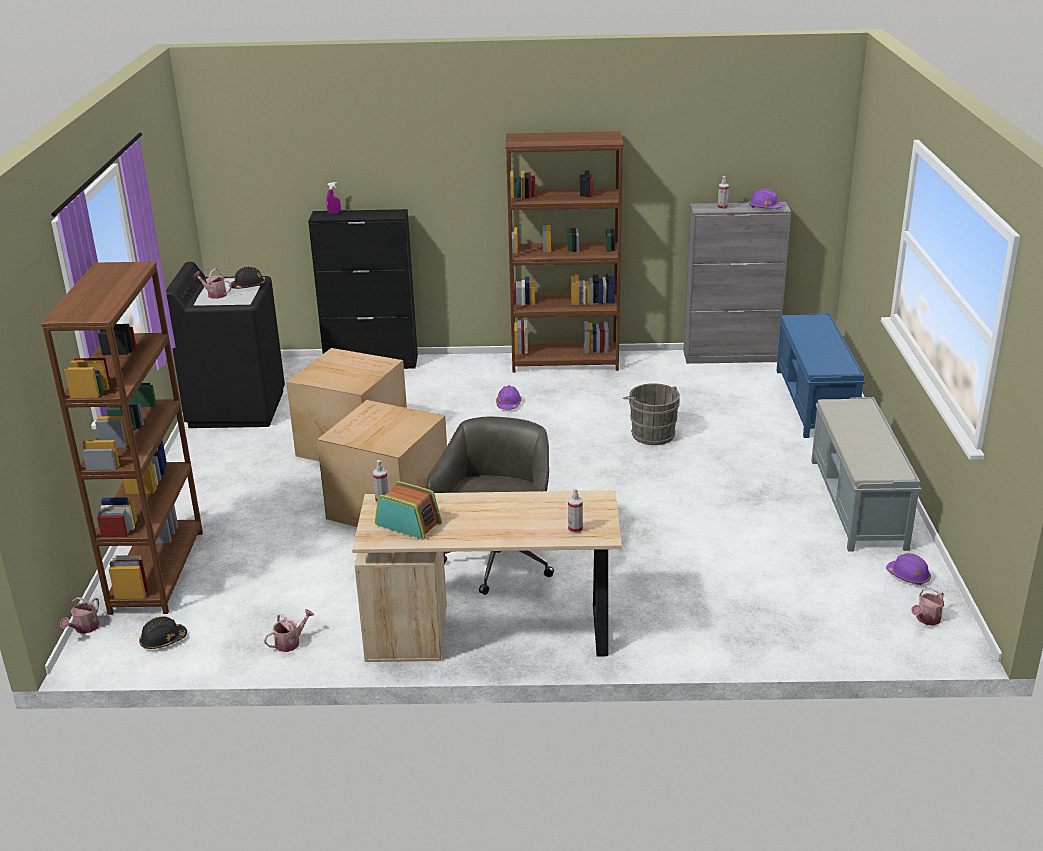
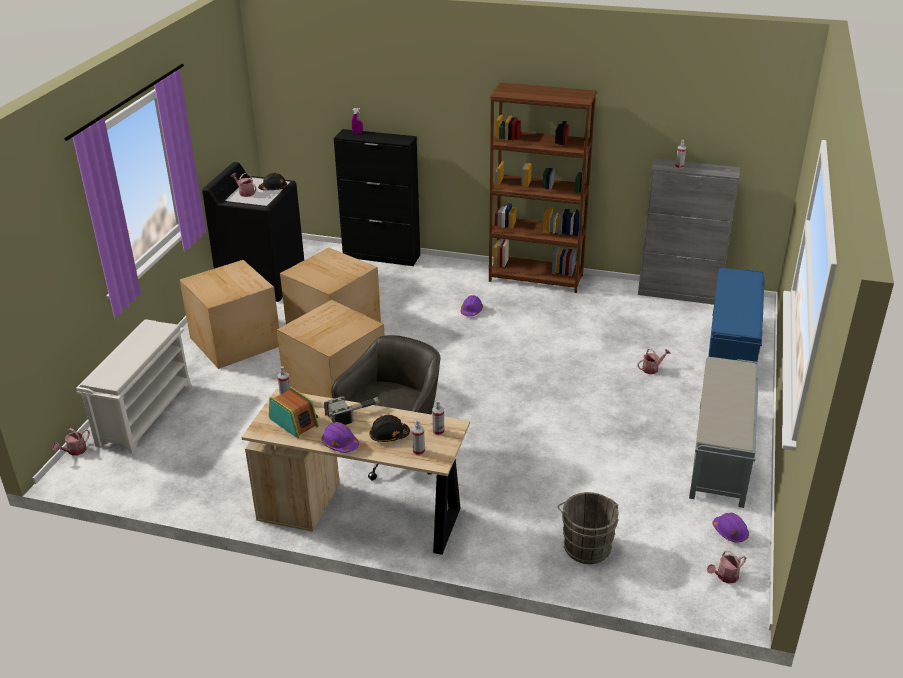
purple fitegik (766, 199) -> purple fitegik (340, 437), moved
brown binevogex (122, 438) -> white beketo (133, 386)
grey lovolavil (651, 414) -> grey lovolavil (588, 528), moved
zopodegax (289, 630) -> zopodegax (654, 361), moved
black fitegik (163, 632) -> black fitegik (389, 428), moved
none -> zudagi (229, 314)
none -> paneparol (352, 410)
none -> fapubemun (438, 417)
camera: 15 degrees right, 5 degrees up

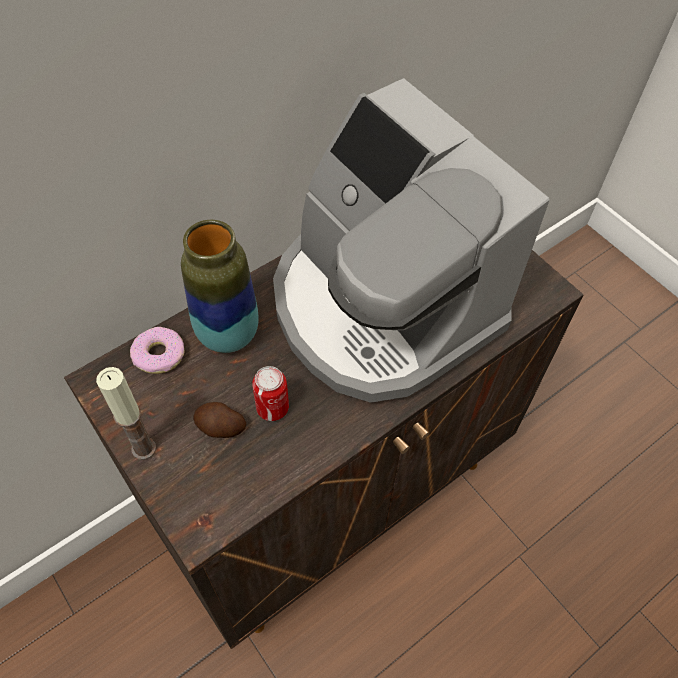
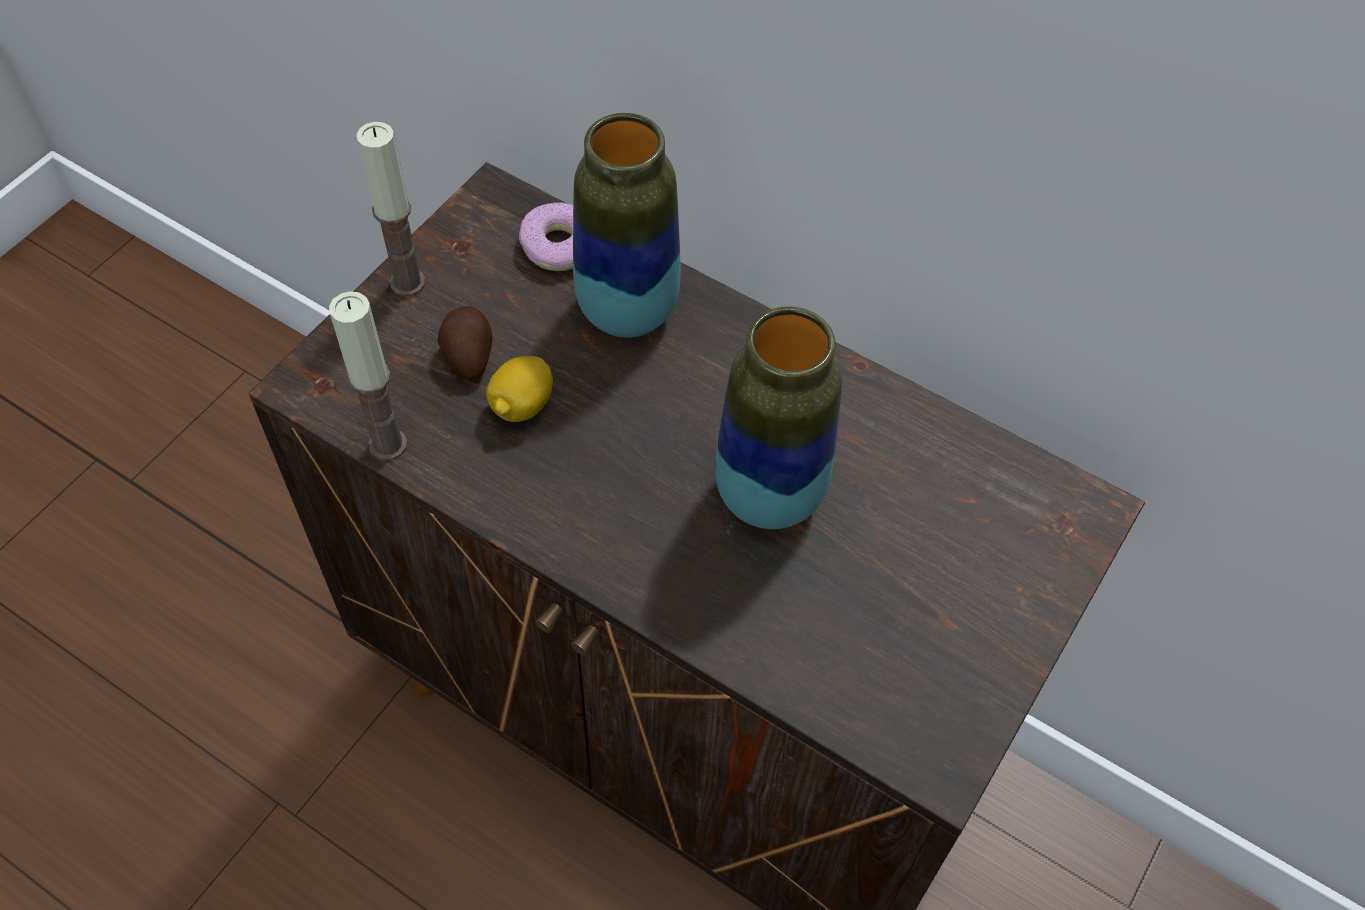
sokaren (411, 240) -> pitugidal (778, 417)
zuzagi (270, 393) -> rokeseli (519, 389)
none -> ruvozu (368, 376)
camera: 70 degrees right, 0 degrees up

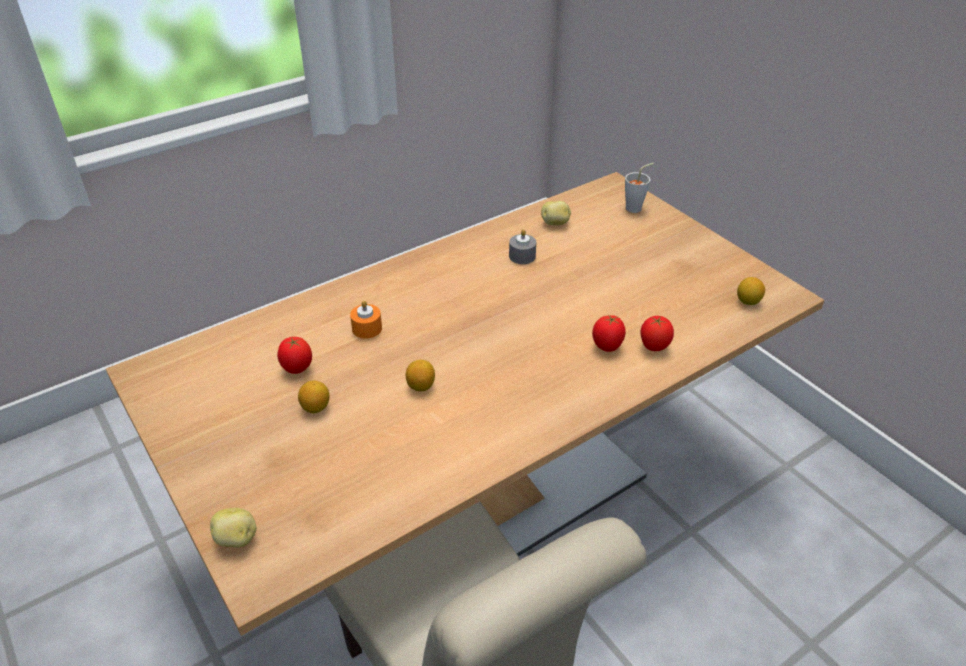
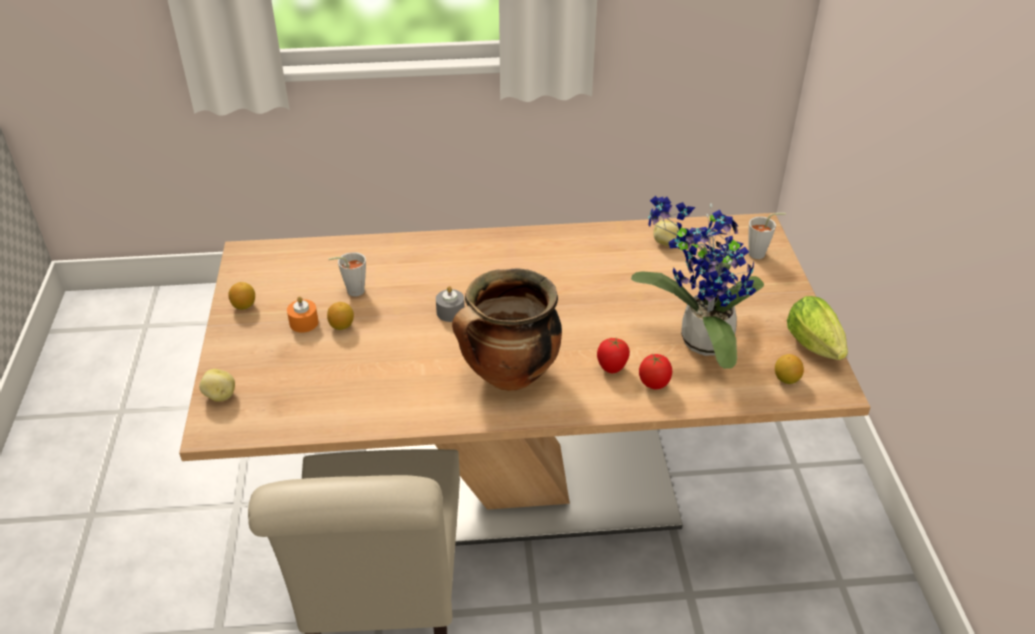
grey ruvozu (522, 246) -> grey ruvozu (450, 304), moved
orange ruvozu (366, 319) -> orange ruvozu (302, 314), moved
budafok (294, 355) -> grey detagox (347, 274)
rokeseli (420, 376) -> rokeseli (241, 296), moved
none -> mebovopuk (697, 282)
none -> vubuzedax (507, 330)
none -> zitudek (817, 328)
camera: 30 degrees right, 0 degrees up

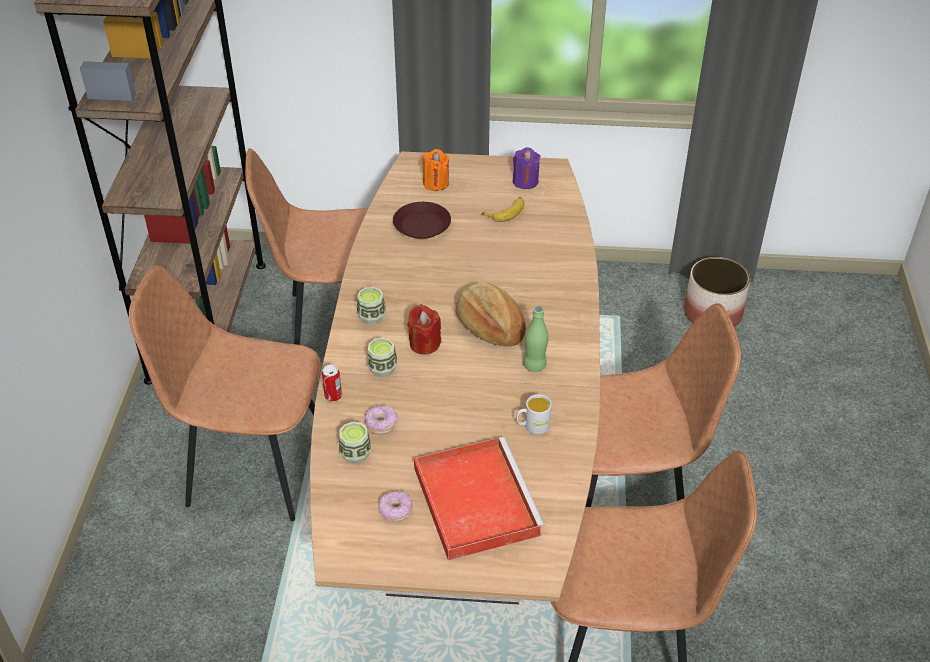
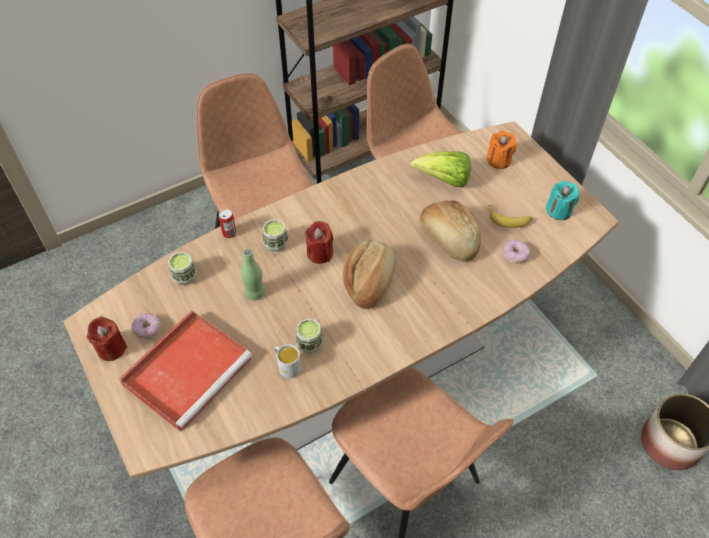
purple ruvozu (527, 168) -> turquoise ruvozu (562, 200)
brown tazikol (422, 220) -> zitudek (440, 169)
detagox (371, 306) -> detagox (309, 335), moved
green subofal (536, 339) -> green subofal (253, 274), moved
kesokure (381, 419) -> kesokure (517, 252), moved
none -> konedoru (450, 230)
none -> red ruvozu (106, 338)
camera: 55 degrees right, 10 degrees up

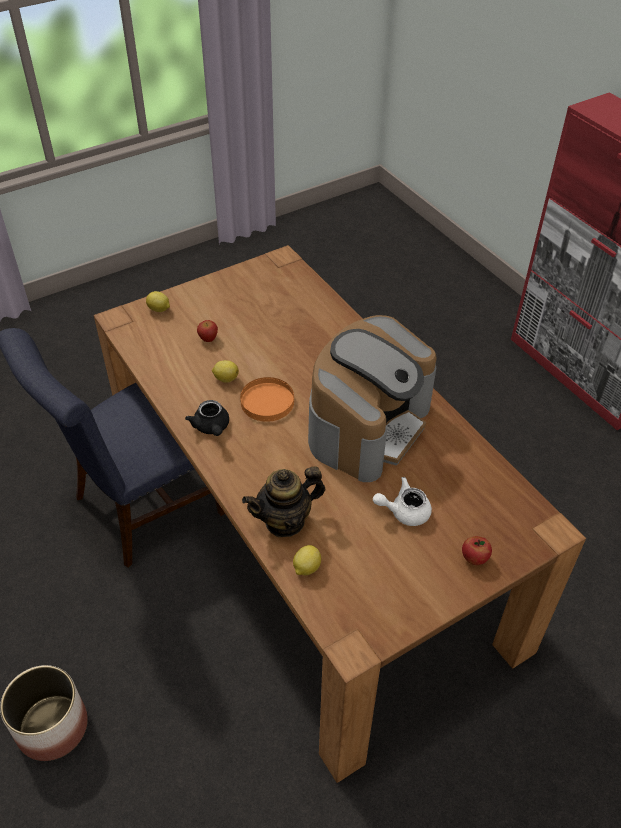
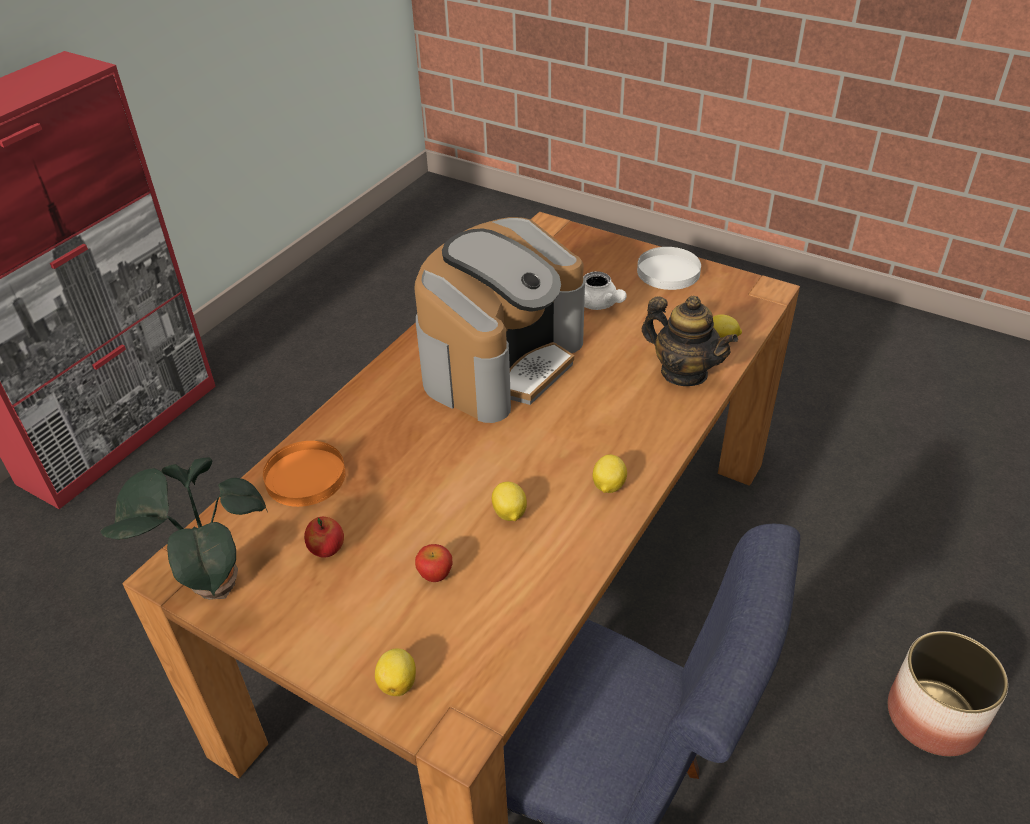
sokaren (372, 398) -> sokaren (499, 320), 120 degrees clockwise
orange tazikol (267, 399) -> orange tazikol (304, 474), moved
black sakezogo (207, 418) -> rokeseli (610, 473)
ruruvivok (477, 550) -> ruruvivok (324, 537), moved
none -> white tazikol (669, 268)
none -> mebovopuk (184, 529)
camera: 115 degrees left, 5 degrees down

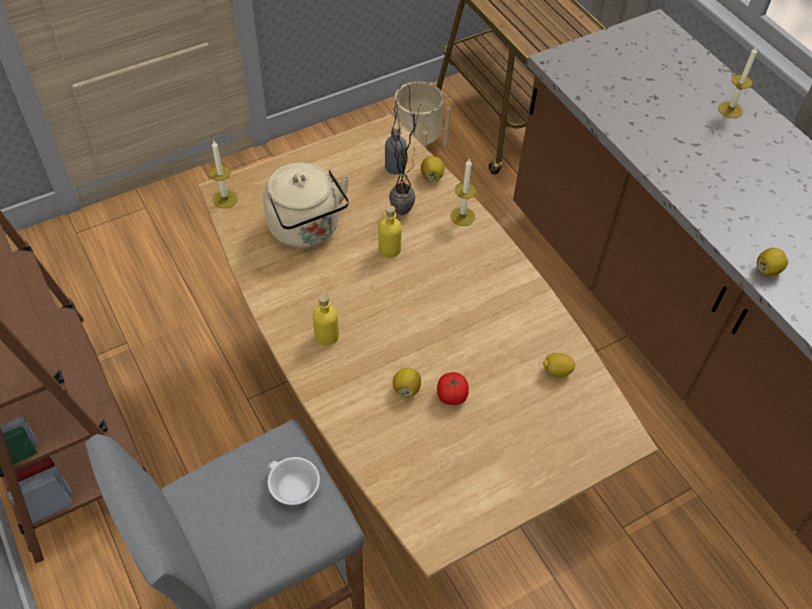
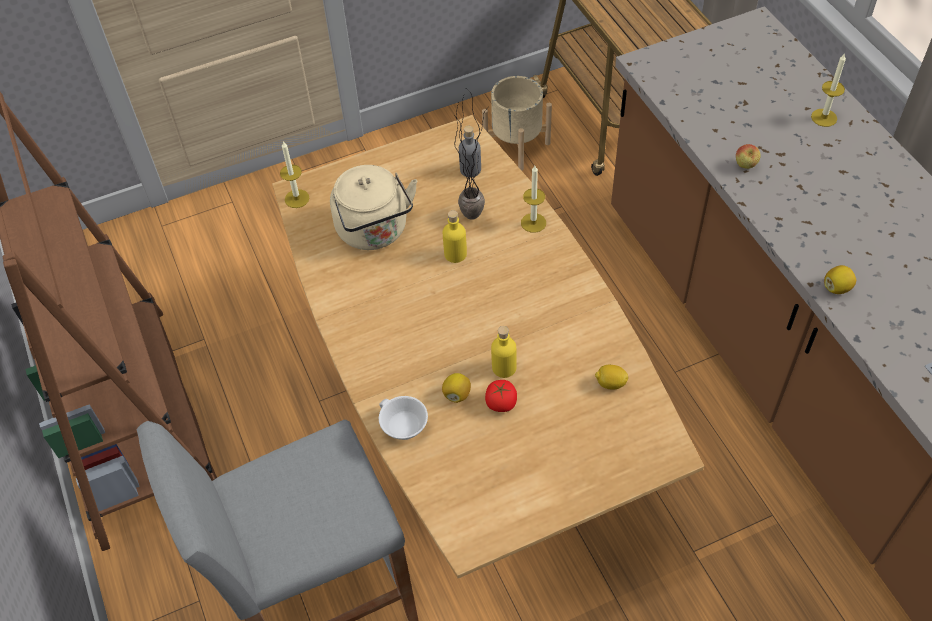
rokeseli (432, 168) -> none
yellow subofal (326, 319) -> yellow subofal (504, 352), moved
white detagox (293, 481) -> white detagox (403, 418), moved
none -> ruruvivok (748, 156)
camera: 10 degrees right, 0 degrees up

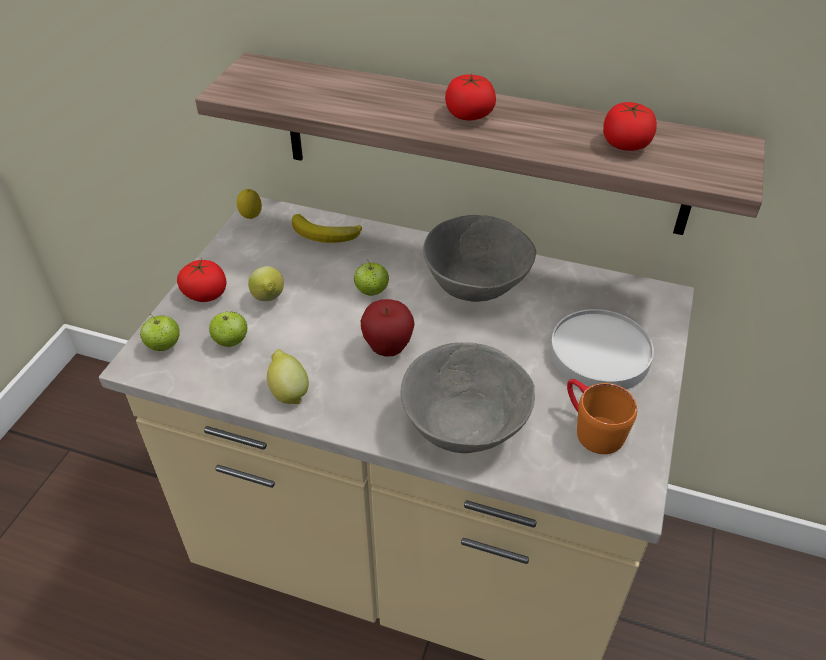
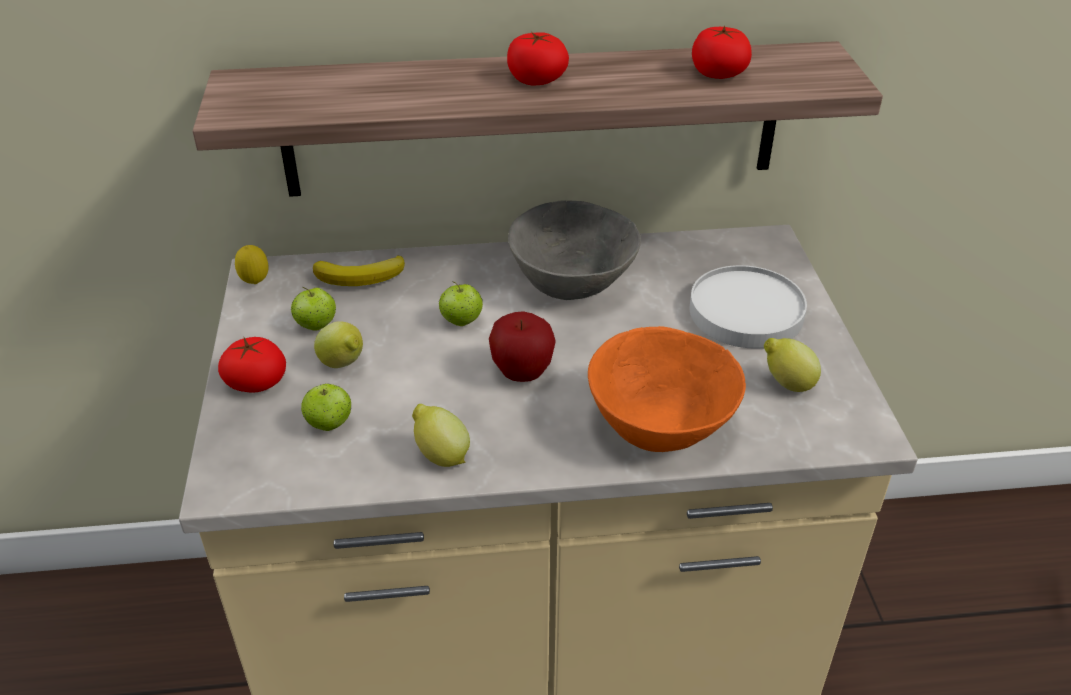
ruruvivok (160, 332) -> ruruvivok (313, 308), moved
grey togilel (467, 397) -> orange togilel (667, 389)
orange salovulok (602, 416) -> rokeseli (792, 365)
camera: 25 degrees left, 5 degrees down

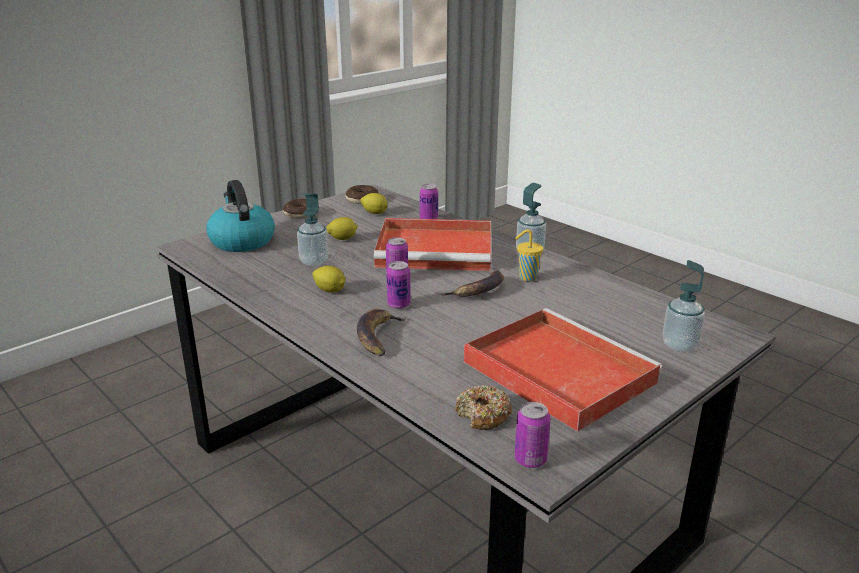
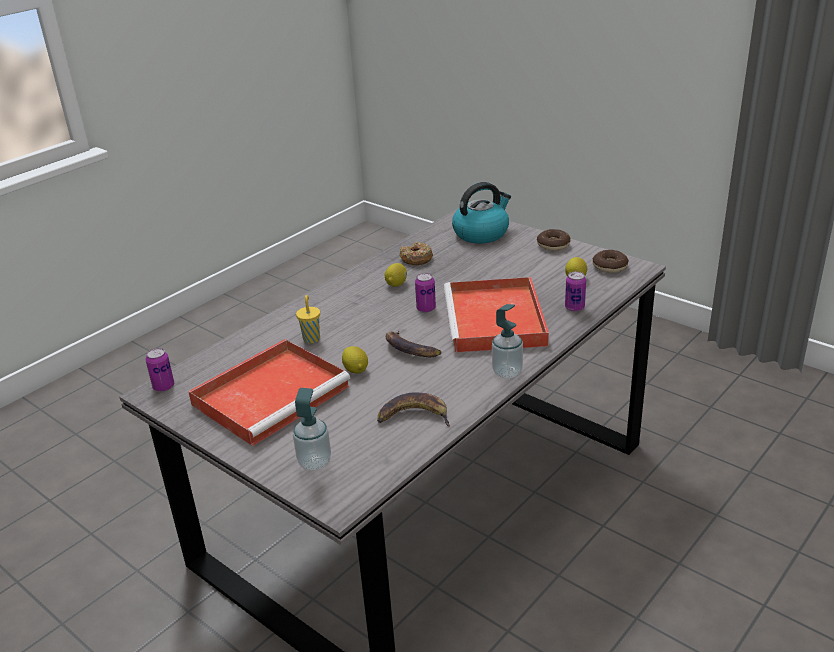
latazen (312, 229) -> none
rokeseli (342, 228) -> rokeseli (355, 360), moved
yellow detagox (529, 255) -> yellow detagox (308, 319), moved
zuzagi (398, 285) -> none
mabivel (381, 332) -> mabivel (413, 409), moved
kesokure (483, 407) -> kesokure (416, 253), moved
camera: 85 degrees right, 5 degrees up

